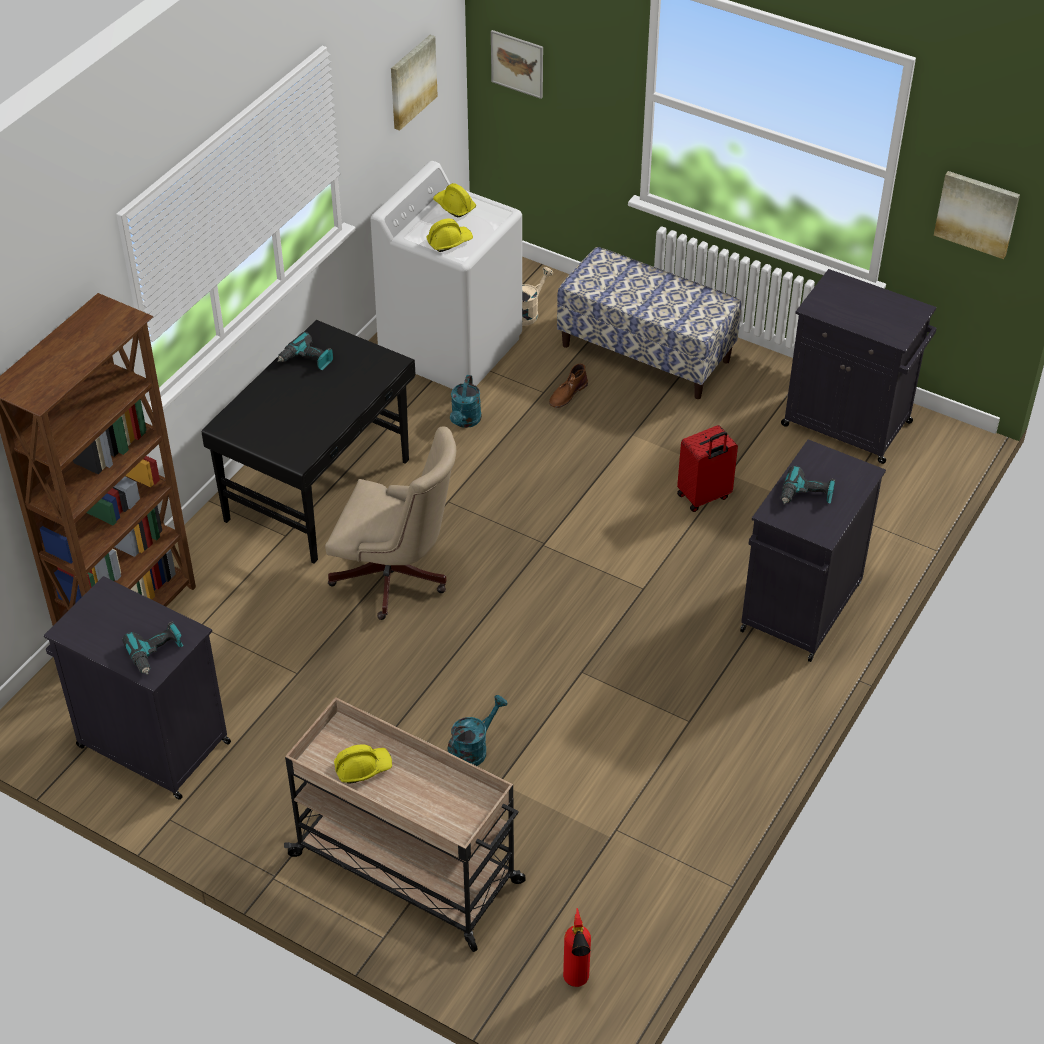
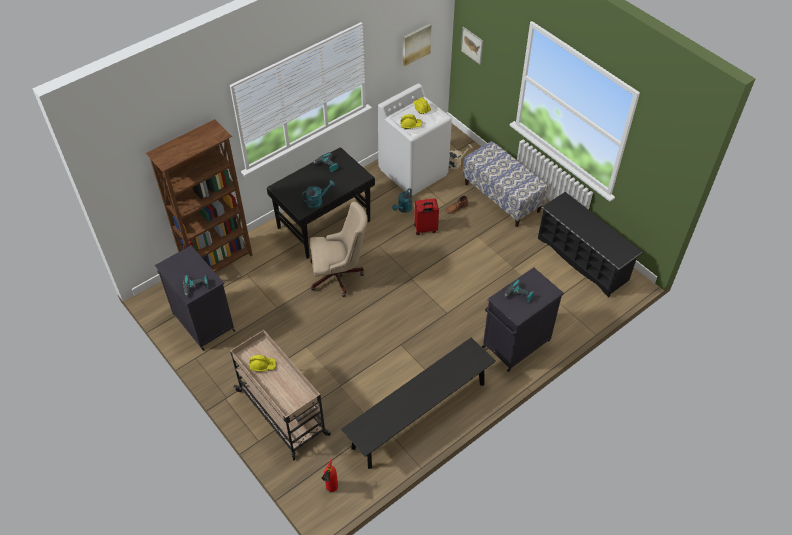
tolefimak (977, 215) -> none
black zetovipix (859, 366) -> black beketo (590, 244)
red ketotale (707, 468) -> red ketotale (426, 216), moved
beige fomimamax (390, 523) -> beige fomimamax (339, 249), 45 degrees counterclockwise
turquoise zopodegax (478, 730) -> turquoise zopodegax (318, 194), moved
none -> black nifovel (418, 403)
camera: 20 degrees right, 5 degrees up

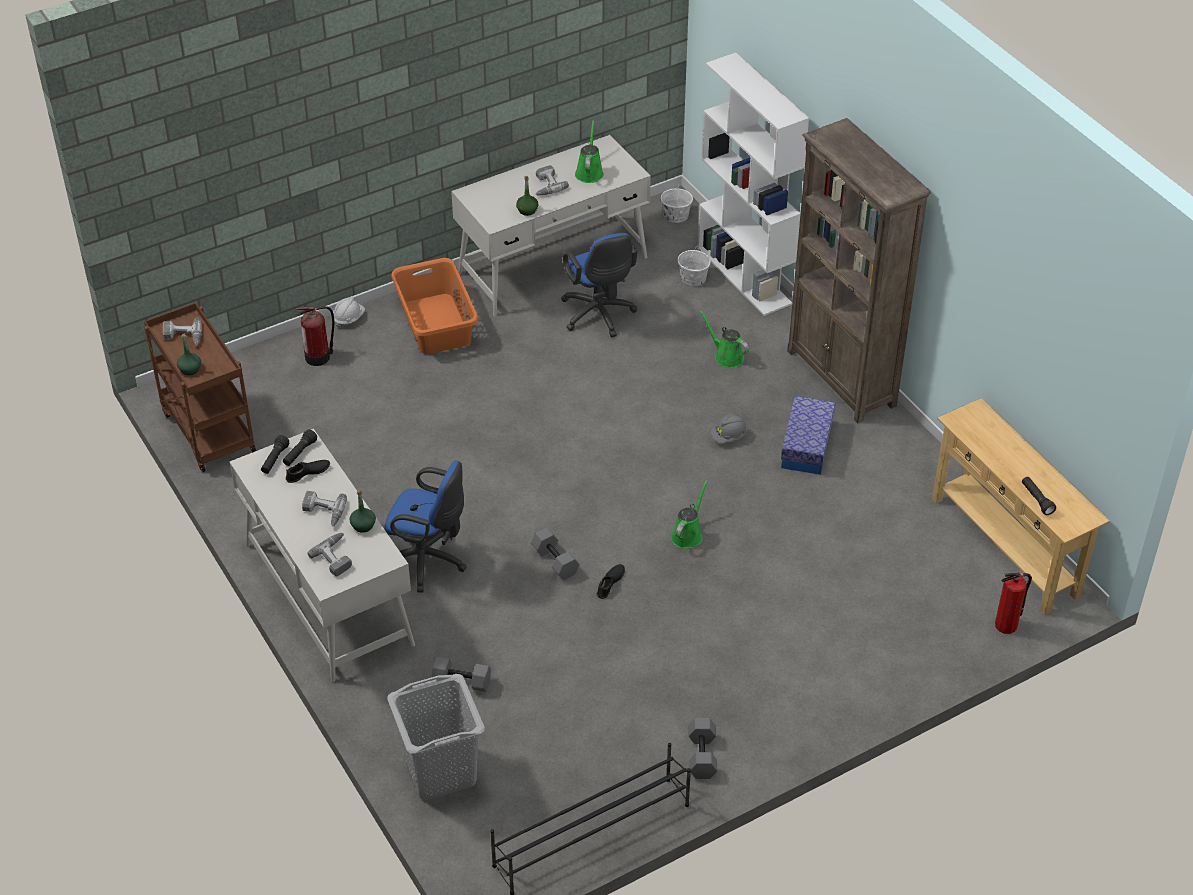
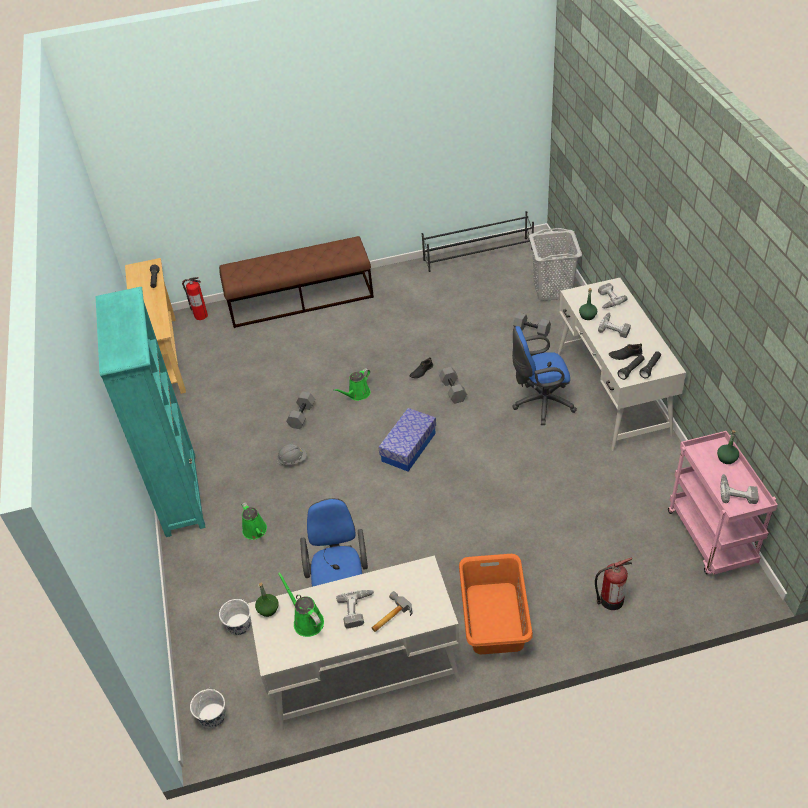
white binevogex (753, 184) -> none
brown binevogex (859, 270) -> turquoise binevogex (151, 412)
green zopodegax (589, 151) -> green zopodegax (301, 604), 120 degrees clockwise
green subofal (527, 196) -> green subofal (267, 600), moved
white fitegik (349, 312) -> none
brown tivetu (200, 387) -> pink tivetu (723, 503)
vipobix (808, 435) -> vipobix (407, 440), moved
blue fomimamax (425, 526) -> blue fomimamax (544, 375), 45 degrees counterclockwise
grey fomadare (702, 748) -> grey fomadare (300, 410), moved
none -> brown nifovel (296, 282)
none -> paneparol (392, 611)
camera: 160 degrees left, 0 degrees up

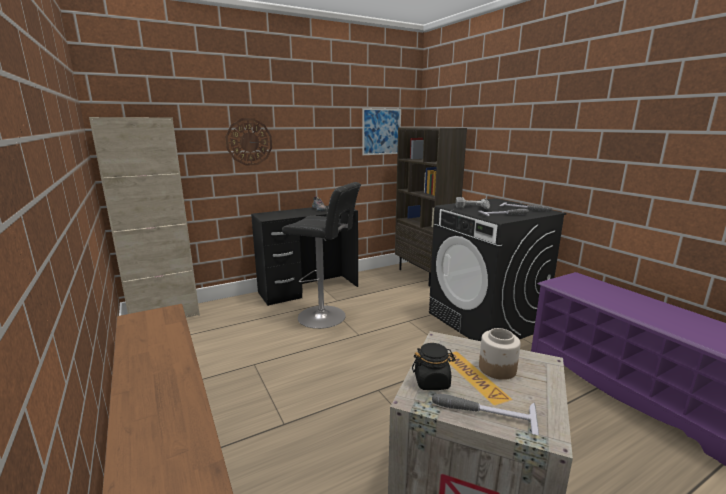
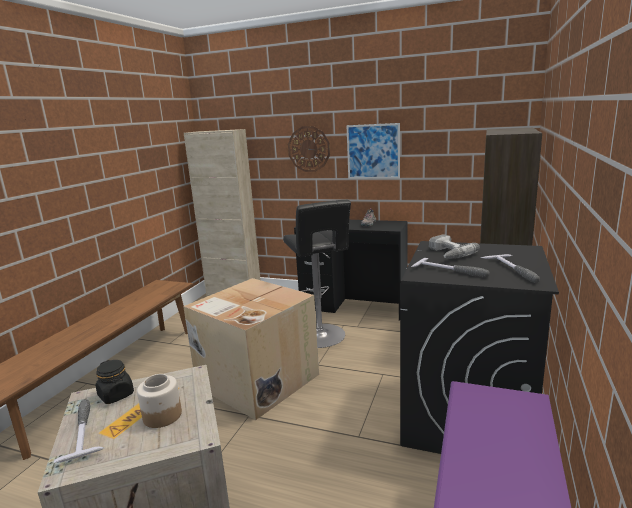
tolefimak (381, 131) -> tolefimak (373, 151), moved
none -> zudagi (251, 349)
camera: 50 degrees right, 0 degrees up

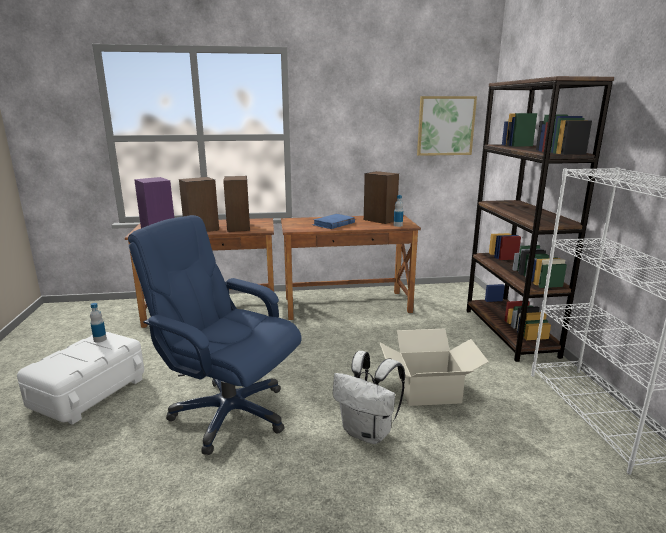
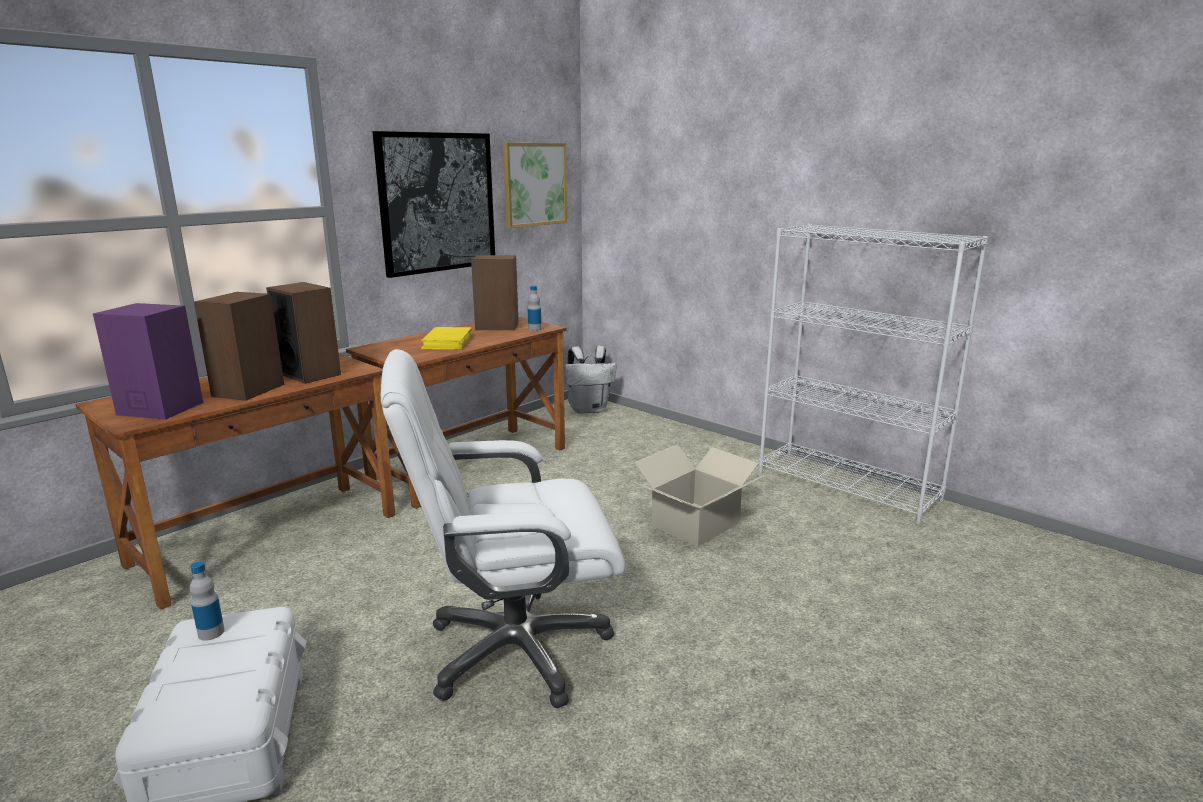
brown binevogex (540, 219) -> none
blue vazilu (333, 221) -> yellow vazilu (447, 338)
blue fomimamax (215, 335) -> white fomimamax (503, 528)
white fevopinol (369, 397) -> white fevopinol (590, 380), moved
none -> tolefimak (433, 204)
camera: 40 degrees left, 0 degrees up

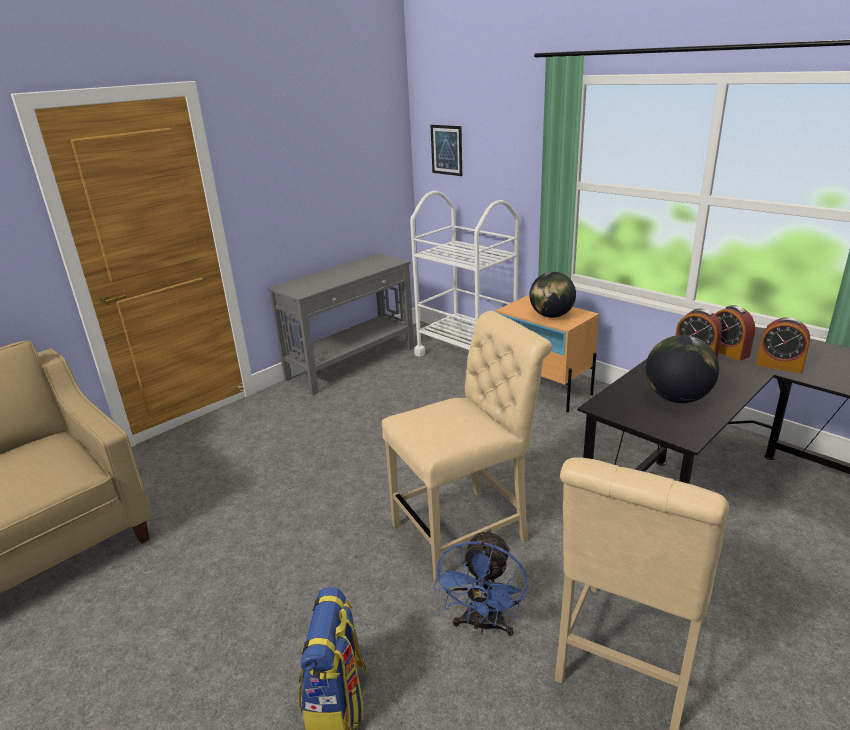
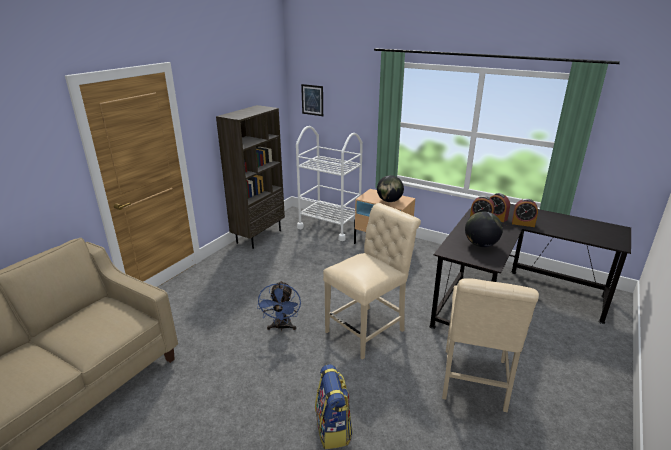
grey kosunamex (340, 324) -> brown binevogex (250, 177)
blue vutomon (480, 582) -> blue vutomon (279, 306), moved
camera: 15 degrees left, 0 degrees up

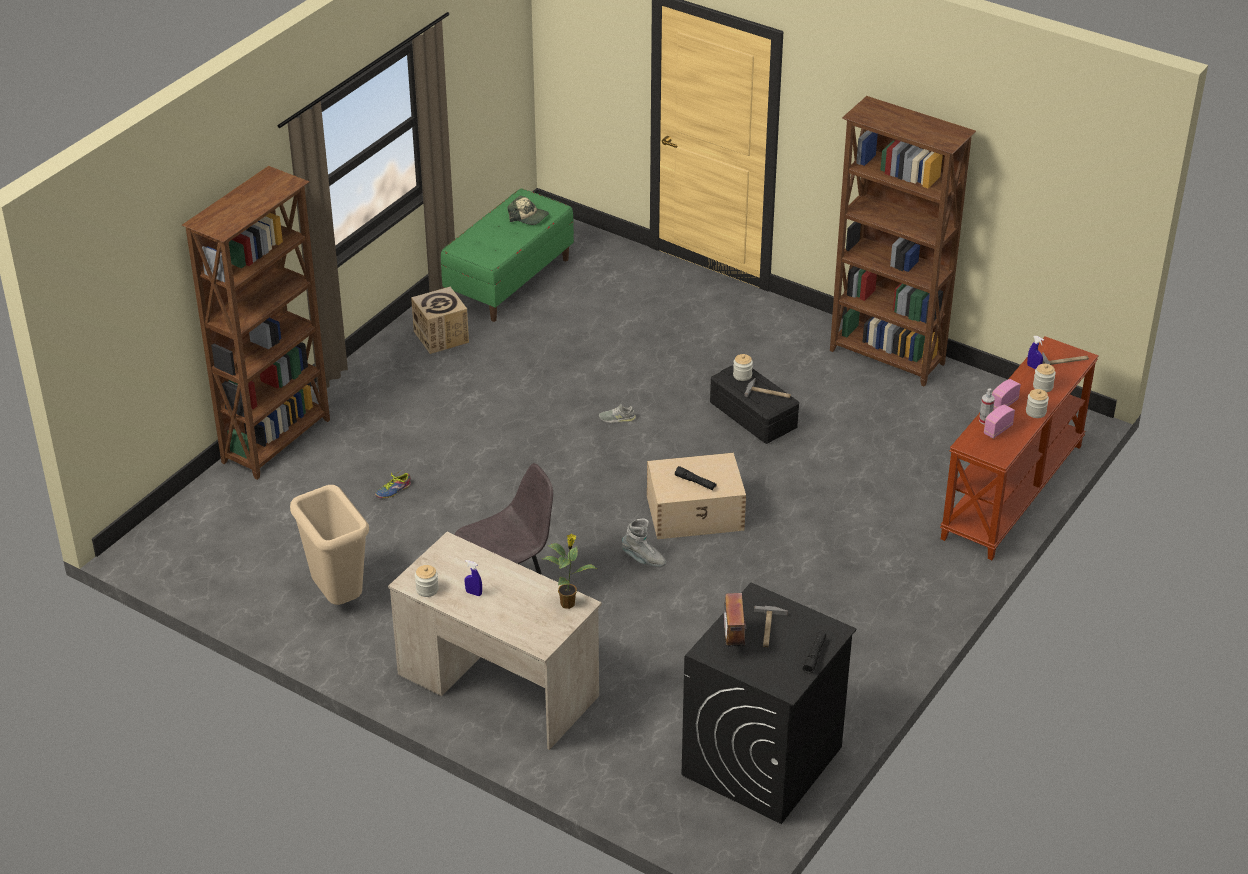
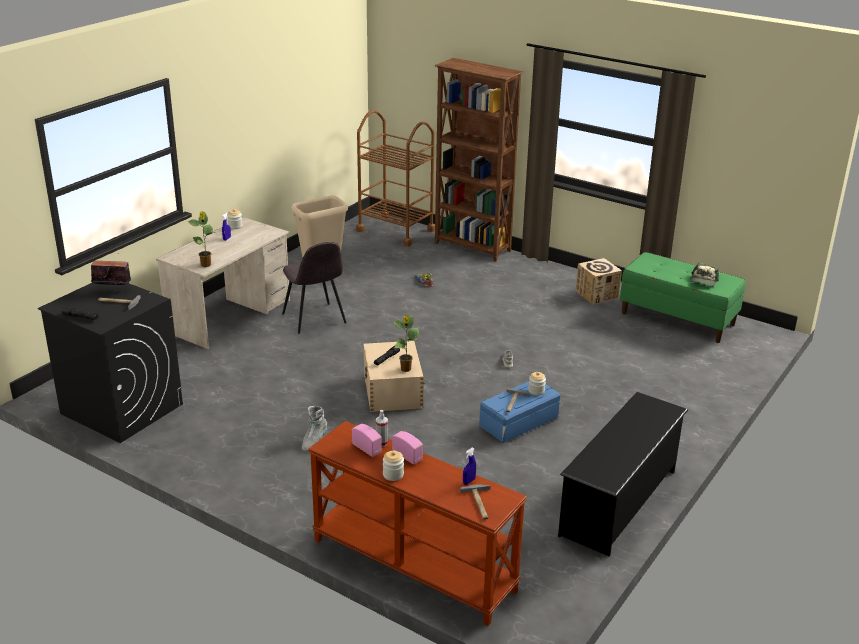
brown binevogex (903, 241) -> black beketo (623, 474)
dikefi (1044, 378) -> none
black vipobix (754, 404) -> blue vipobix (519, 412)
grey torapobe (644, 542) -> grey torapobe (314, 429), moved
none -> brown tivetu (395, 178)
none -> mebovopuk (406, 343)
camera: 90 degrees right, 10 degrees down

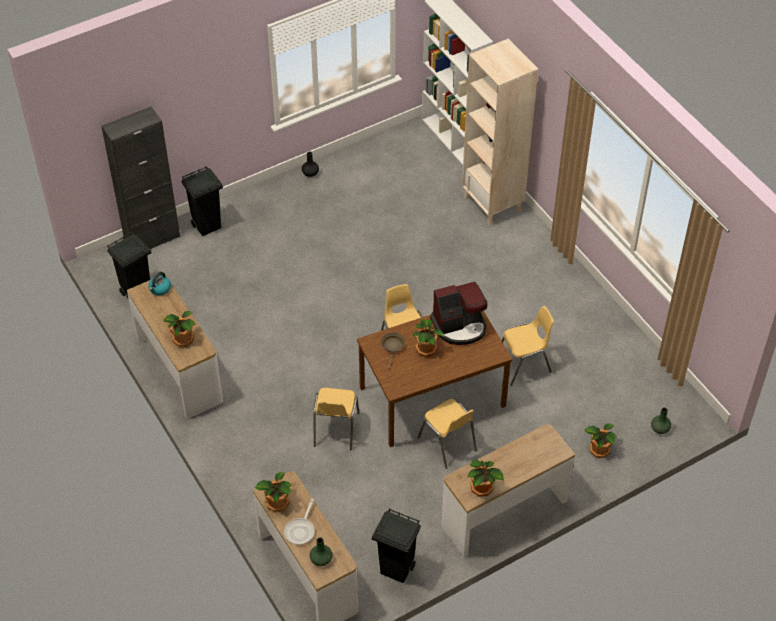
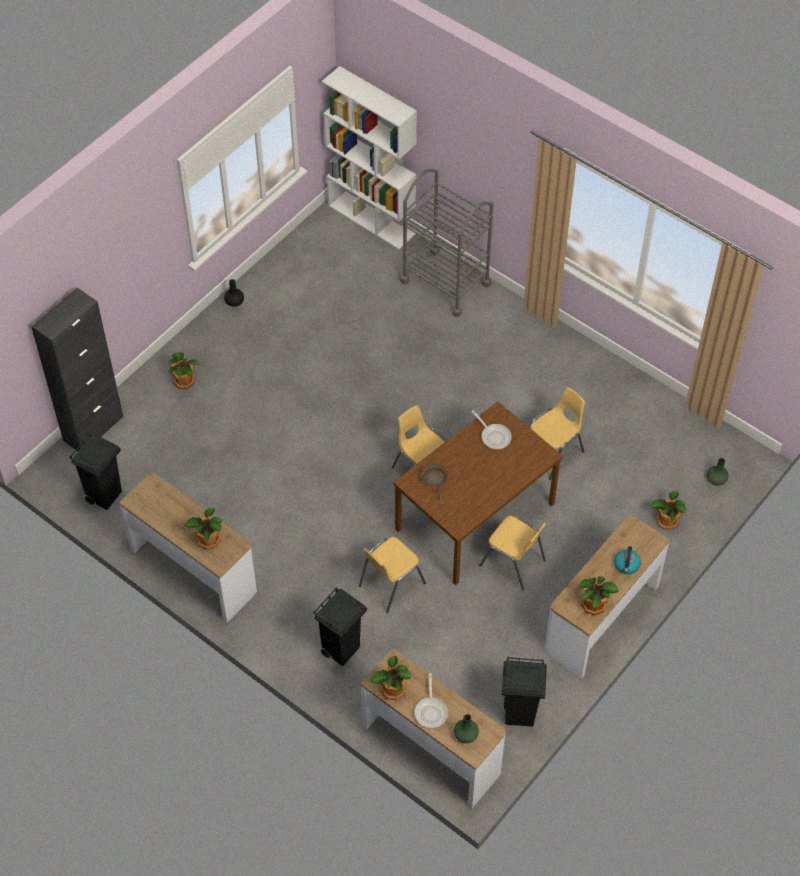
beige binevogex (500, 132) -> grey tivetu (446, 243)
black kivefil (202, 201) -> black kivefil (340, 627), moved
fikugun (159, 284) -> fikugun (627, 560), moved
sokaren (458, 313) -> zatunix (491, 429)
mebovopuk (428, 338) -> mebovopuk (184, 370), moved
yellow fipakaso (336, 419) -> yellow fipakaso (392, 575), 60 degrees clockwise
camera: 20 degrees left, 5 degrees up

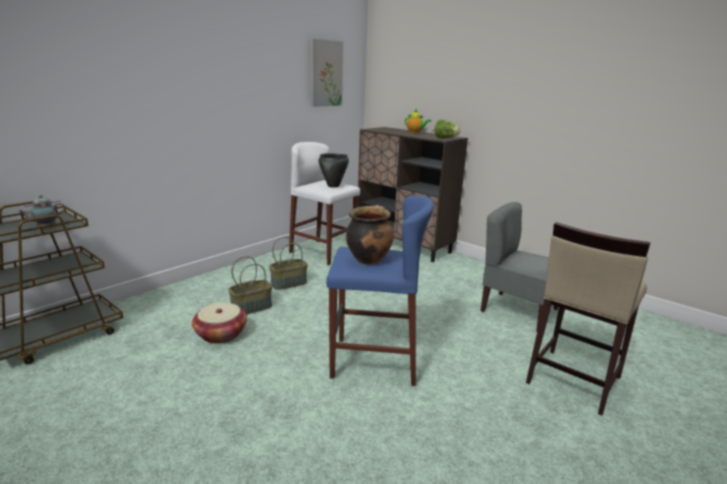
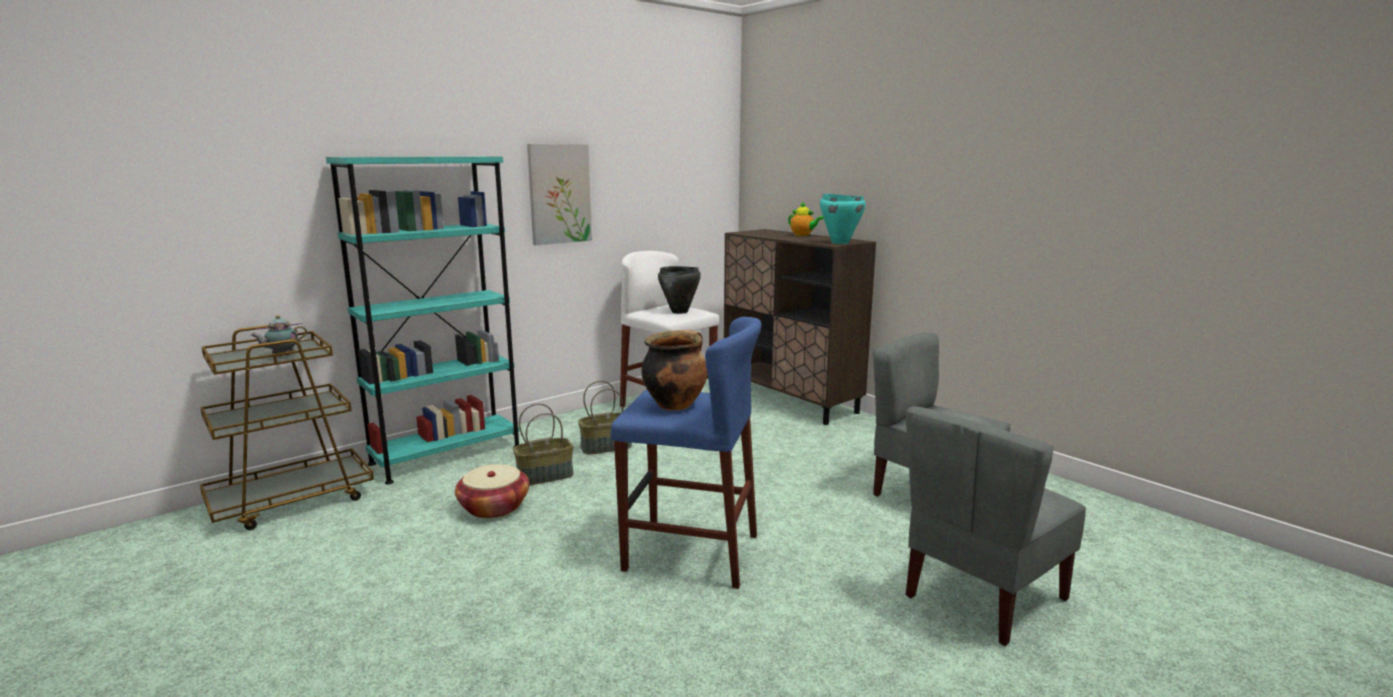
tolefimak (326, 72) -> tolefimak (559, 194), moved
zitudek (447, 129) -> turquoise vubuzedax (843, 219)
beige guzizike (588, 319) -> grey fipakaso (996, 526)
none -> turquoise binevogex (422, 320)
camera: 10 degrees right, 5 degrees down

